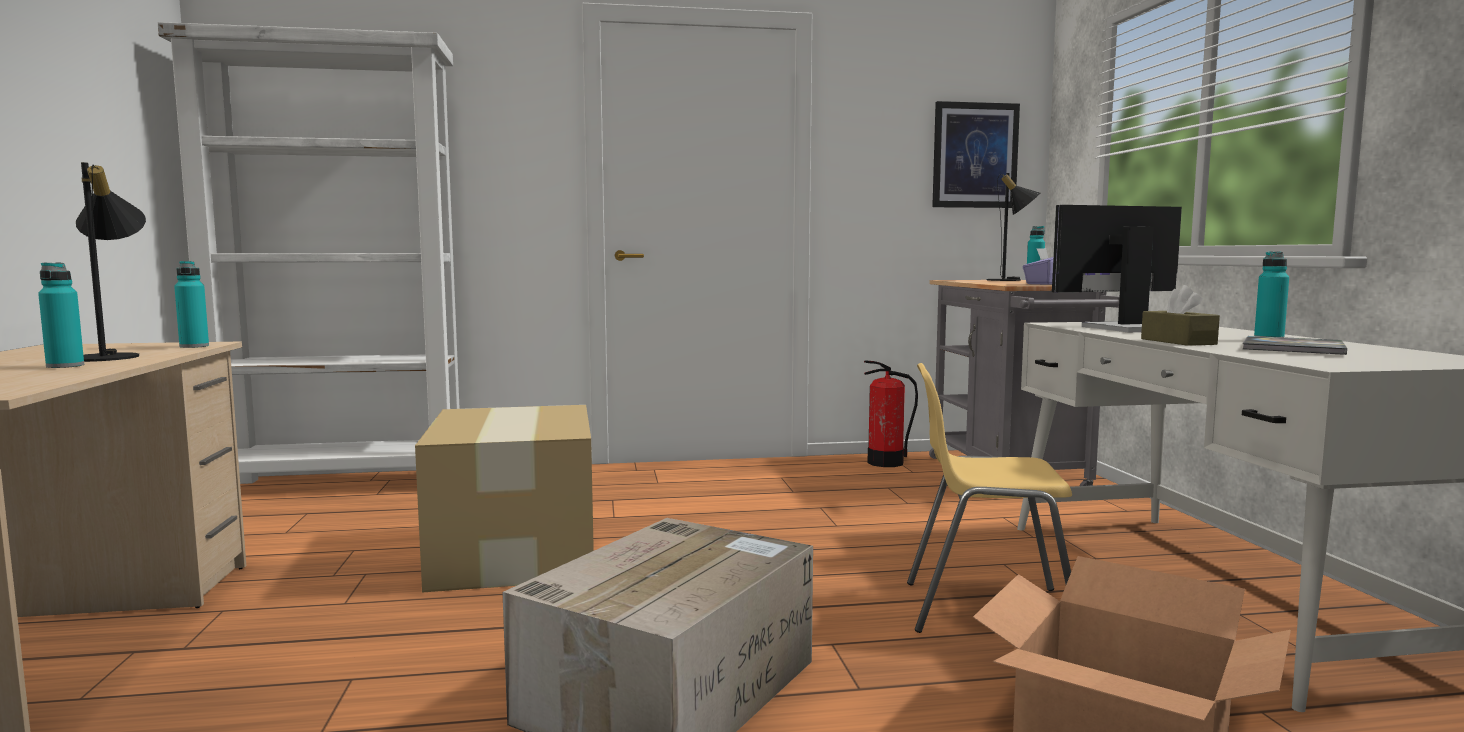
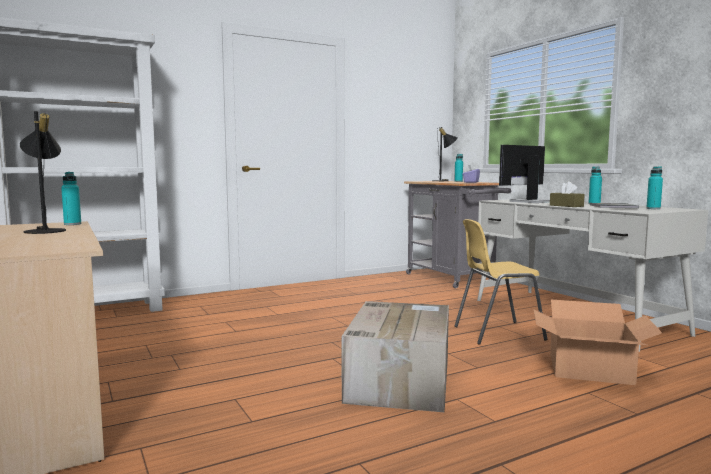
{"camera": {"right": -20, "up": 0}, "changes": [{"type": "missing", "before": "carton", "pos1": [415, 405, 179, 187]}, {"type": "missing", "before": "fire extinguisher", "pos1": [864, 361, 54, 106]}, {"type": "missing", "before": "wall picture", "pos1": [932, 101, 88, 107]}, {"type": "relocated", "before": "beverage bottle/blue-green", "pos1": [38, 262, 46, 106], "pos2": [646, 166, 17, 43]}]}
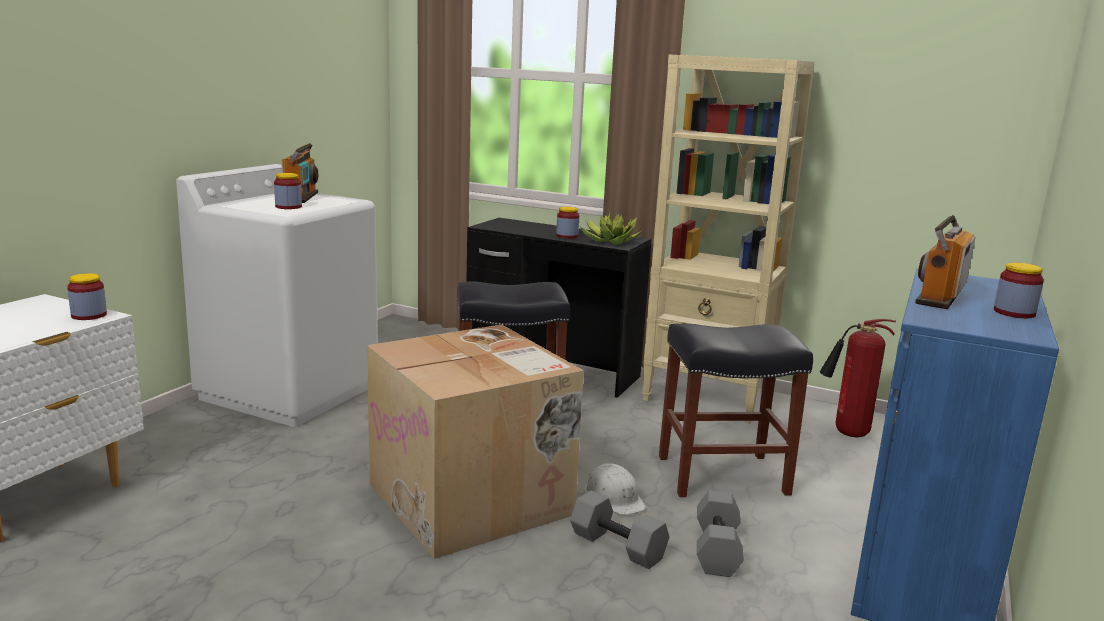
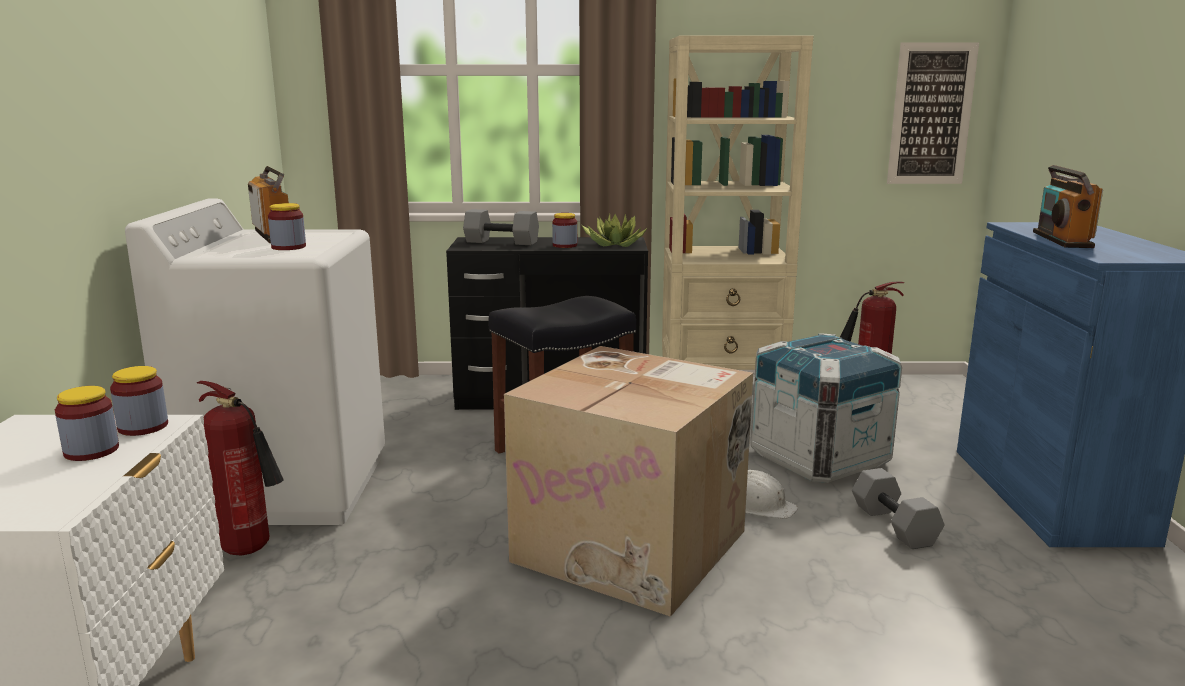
{"camera": {"right": -25, "up": 0}, "changes": [{"type": "appeared", "after": "fire extinguisher", "pos2": [197, 381, 87, 175]}, {"type": "appeared", "after": "wall picture", "pos2": [887, 42, 92, 142]}, {"type": "relocated", "before": "dumbbell/greyish", "pos1": [570, 490, 99, 79], "pos2": [463, 209, 76, 36]}, {"type": "relocated", "before": "preserve jar", "pos1": [994, 262, 50, 56], "pos2": [55, 386, 64, 75]}, {"type": "exchanged", "before": "stool seat/black", "after": "crate", "pos1": [659, 324, 154, 173], "pos2": [751, 333, 151, 150]}]}
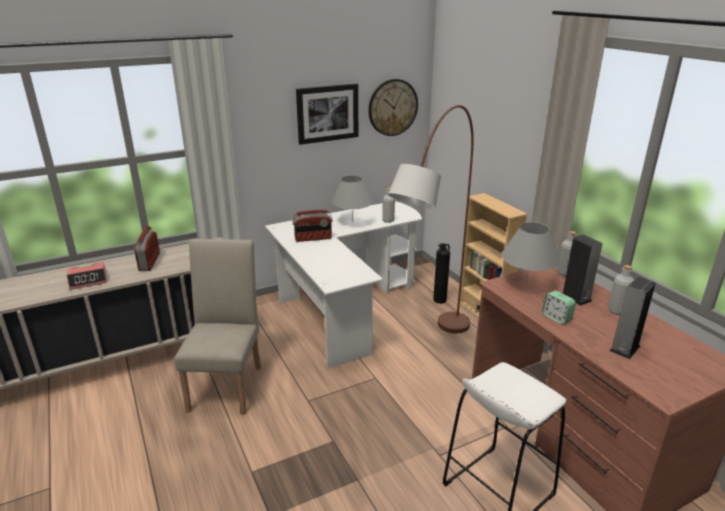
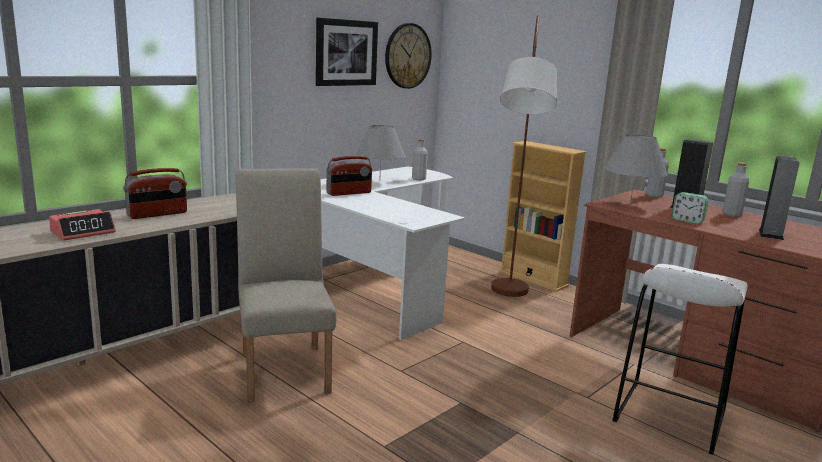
{"camera": {"right": -20, "up": -10}, "changes": [{"type": "missing", "before": "fire extinguisher", "pos1": [433, 243, 17, 61]}, {"type": "spun", "before": "radio set", "pos1": [134, 226, 26, 45], "pos2": [123, 168, 64, 51], "turn": -105}]}
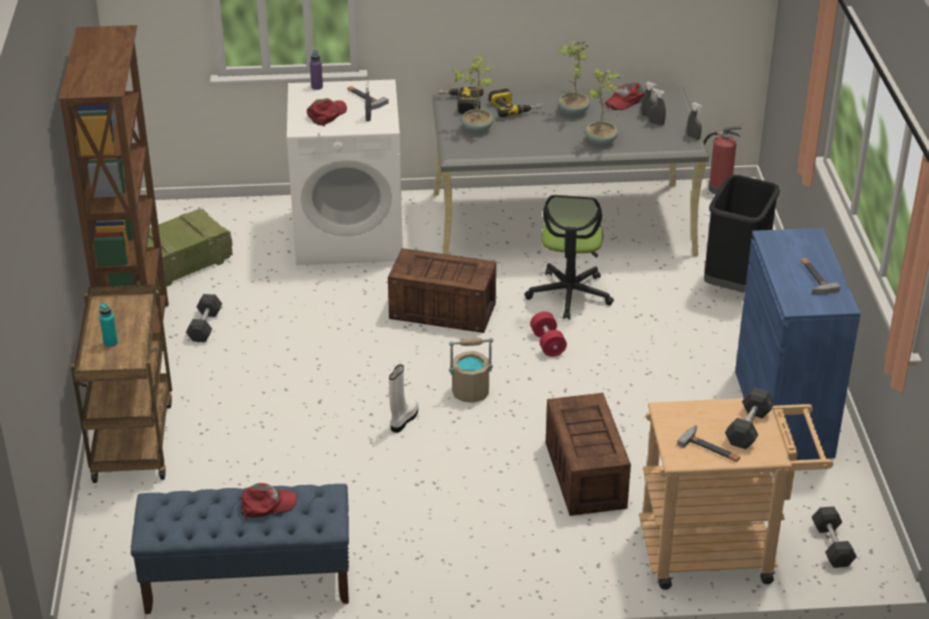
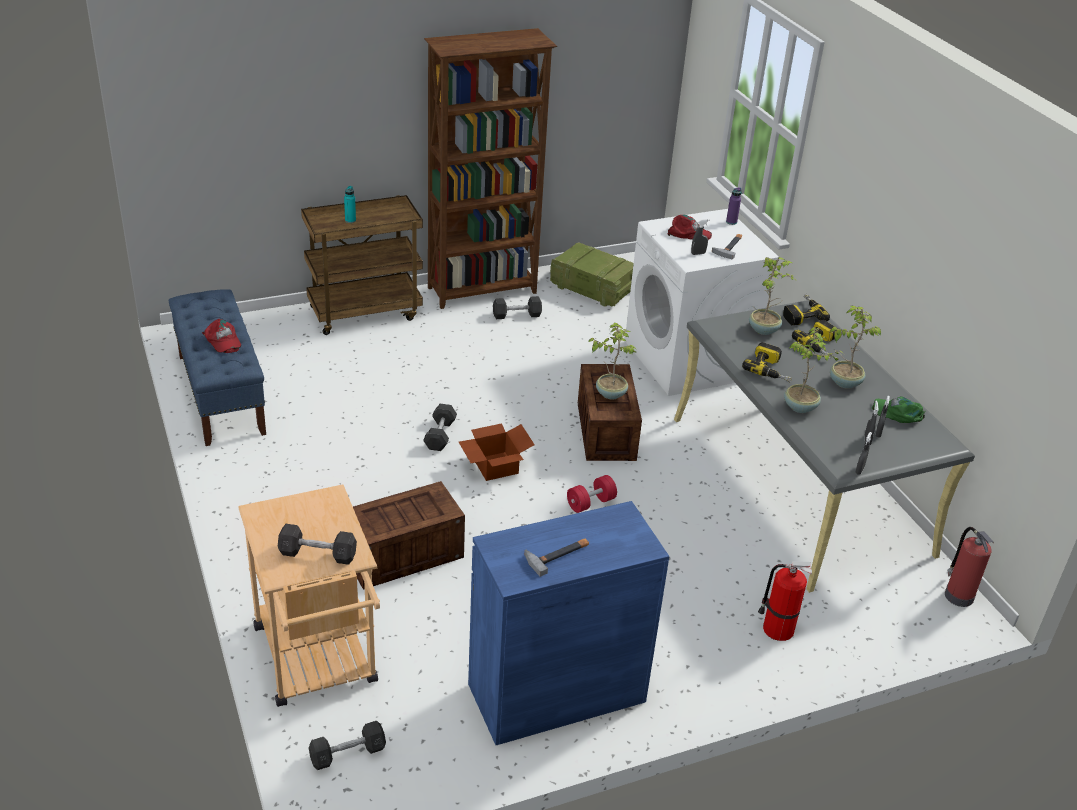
{"camera": {"right": 70, "up": 0}, "changes": [{"type": "missing", "before": "computer chair", "pos1": [524, 195, 90, 124]}, {"type": "missing", "before": "hand hammer", "pos1": [677, 425, 63, 37]}, {"type": "appeared", "after": "houseplant", "pos2": [588, 323, 48, 76]}, {"type": "appeared", "after": "electric drill", "pos2": [742, 342, 50, 40]}, {"type": "exchanged", "before": "tall boot/whitish", "after": "dumbbell/greyish", "pos1": [389, 364, 29, 69], "pos2": [423, 404, 34, 47]}, {"type": "exchanged", "before": "bucket/beige-coloured", "after": "carton", "pos1": [449, 338, 44, 65], "pos2": [459, 423, 76, 58]}, {"type": "exchanged", "before": "rubbish bin/black", "after": "fire extinguisher", "pos1": [704, 175, 76, 118], "pos2": [758, 561, 54, 80]}, {"type": "colour", "before": "baseball cap/red", "after": "baseball cap/green", "pos1": [605, 83, 39, 27], "pos2": [872, 396, 54, 27]}]}
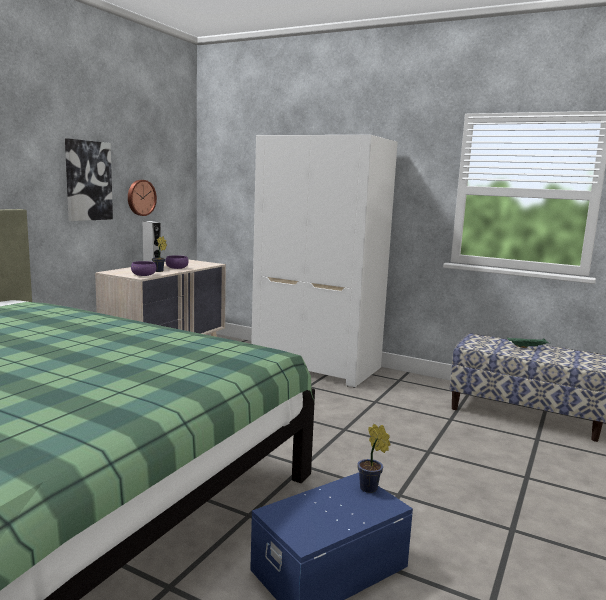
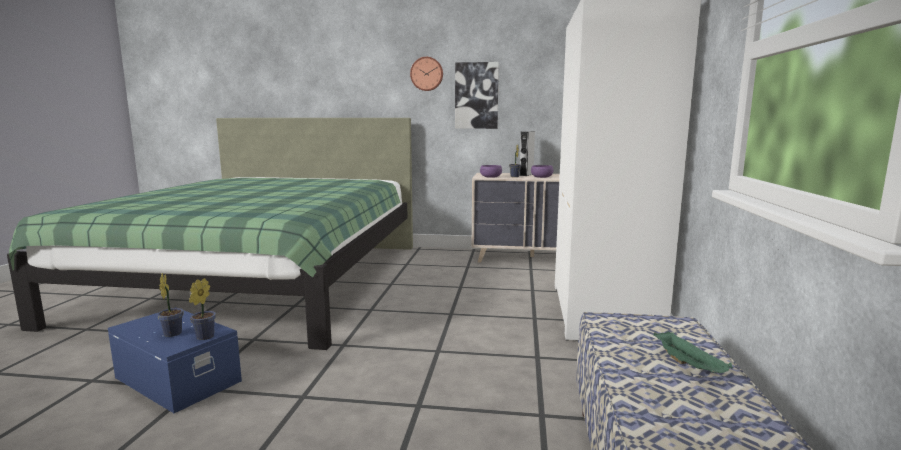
{"camera": {"right": 70, "up": 0}, "changes": [{"type": "appeared", "after": "houseplant", "pos2": [157, 273, 27, 64]}, {"type": "relocated", "before": "clock on the wall", "pos1": [128, 180, 29, 36], "pos2": [410, 57, 33, 34]}]}
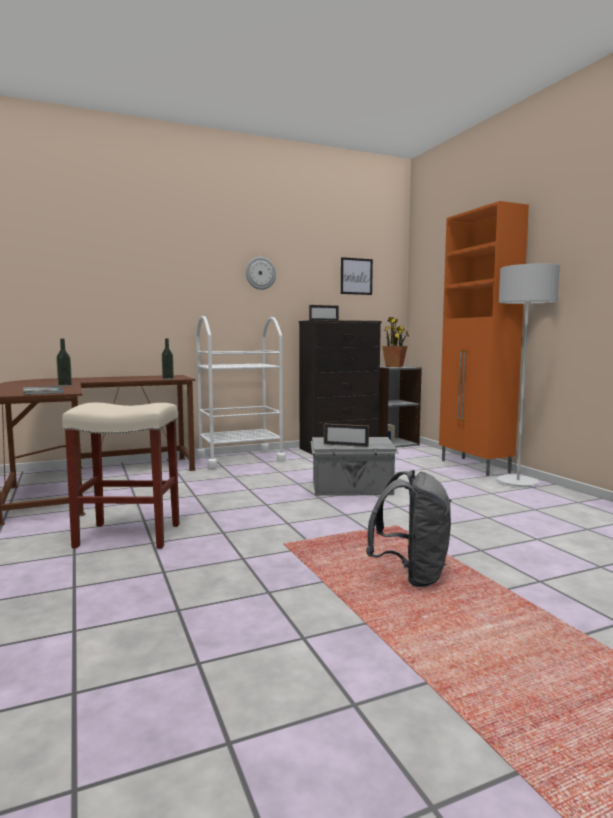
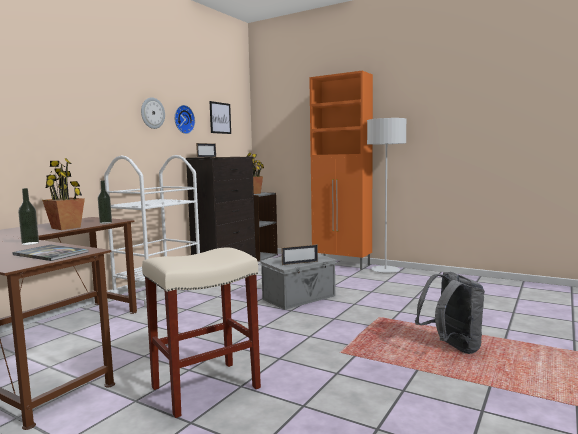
{"camera": {"right": -35, "up": 0}, "changes": [{"type": "appeared", "after": "houseplant", "pos2": [42, 158, 43, 72]}, {"type": "appeared", "after": "clock on the wall", "pos2": [175, 105, 20, 29]}]}
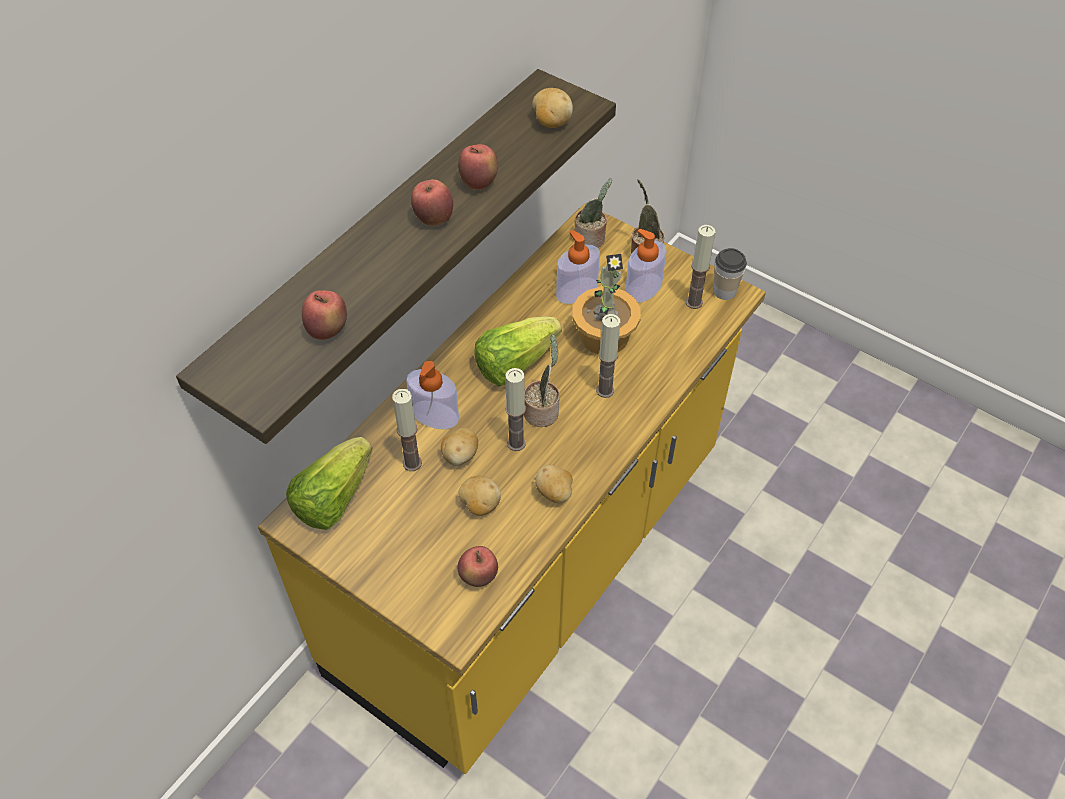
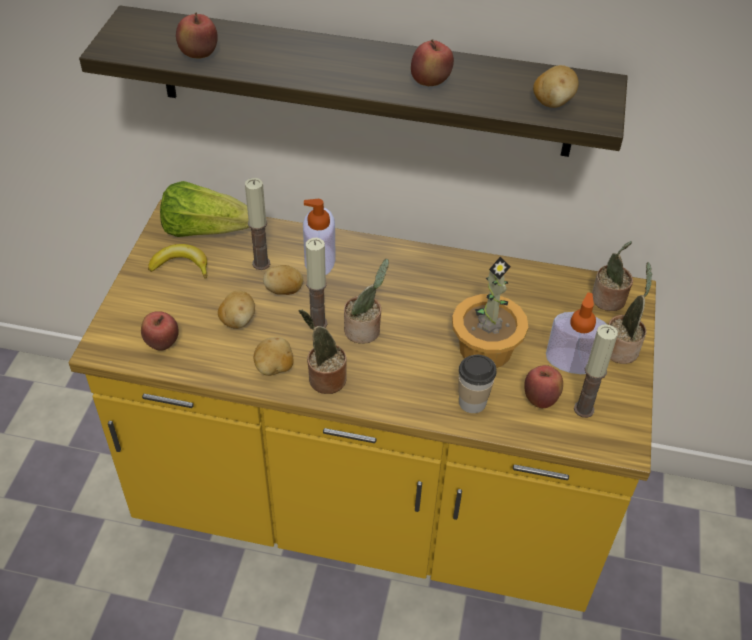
{"camera": {"right": 65, "up": -5}, "changes": [{"type": "missing", "before": "lettuce", "pos1": [474, 316, 88, 70]}, {"type": "missing", "before": "liquid soap bottle", "pos1": [556, 230, 44, 74]}, {"type": "missing", "before": "candle", "pos1": [596, 314, 24, 84]}, {"type": "appeared", "after": "whole banana", "pos2": [148, 244, 59, 34]}, {"type": "appeared", "after": "houseplant", "pos2": [299, 310, 48, 84]}, {"type": "relocated", "before": "whole apple", "pos1": [411, 179, 42, 47], "pos2": [524, 365, 39, 43]}, {"type": "relocated", "before": "drinking cup", "pos1": [714, 248, 33, 52], "pos2": [458, 355, 39, 58]}]}
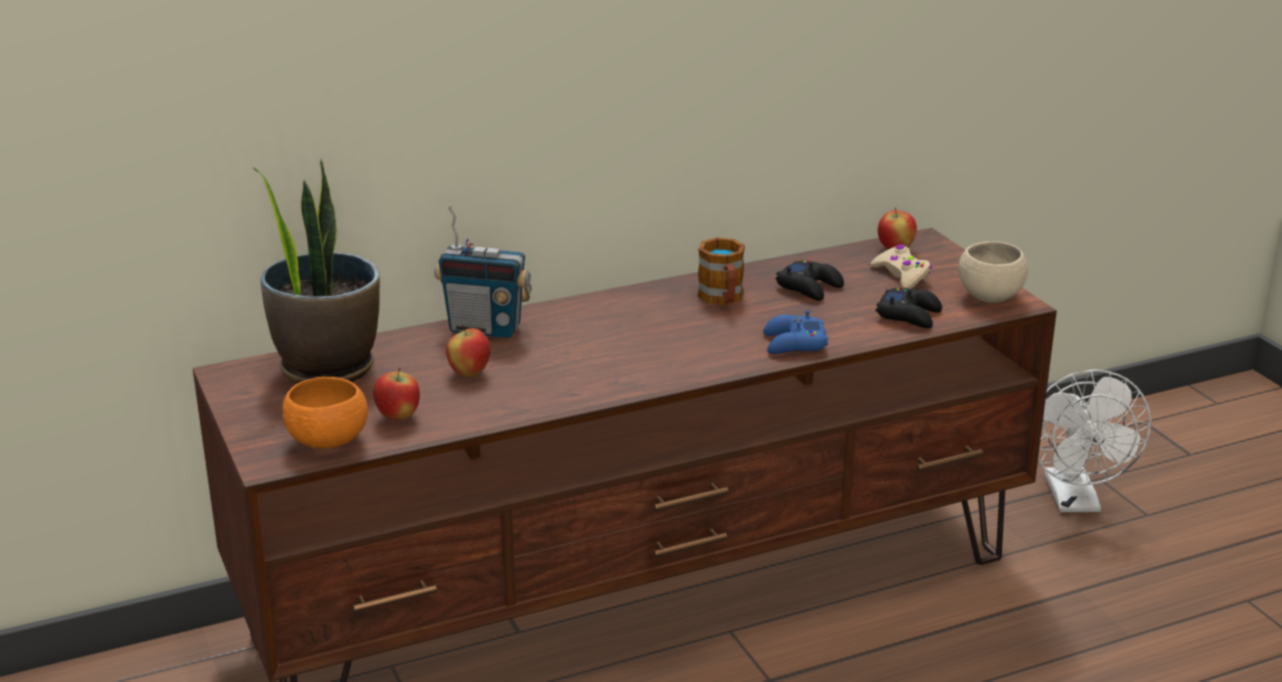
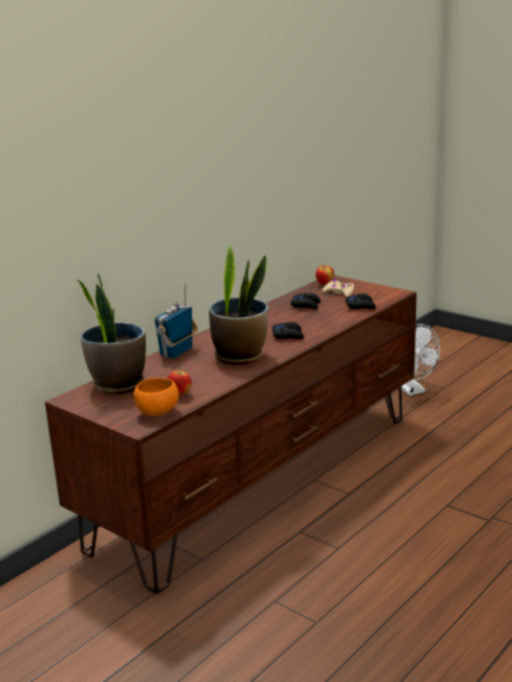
{"camera": {"right": -25, "up": -5}, "changes": [{"type": "missing", "before": "whole apple", "pos1": [446, 324, 45, 53]}, {"type": "missing", "before": "coffee mug", "pos1": [698, 237, 47, 68]}, {"type": "missing", "before": "game controller/blue", "pos1": [763, 310, 65, 44]}, {"type": "missing", "before": "deep dish/beige-coloured", "pos1": [958, 241, 70, 62]}, {"type": "appeared", "after": "houseplant", "pos2": [209, 244, 59, 121]}, {"type": "appeared", "after": "game controller/black", "pos2": [272, 322, 32, 17]}, {"type": "spun", "before": "radio set", "pos1": [434, 205, 98, 133], "pos2": [155, 284, 43, 75], "turn": 135}]}
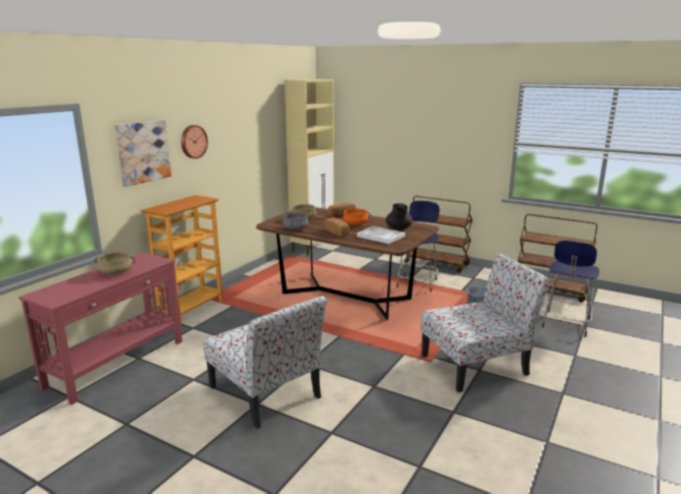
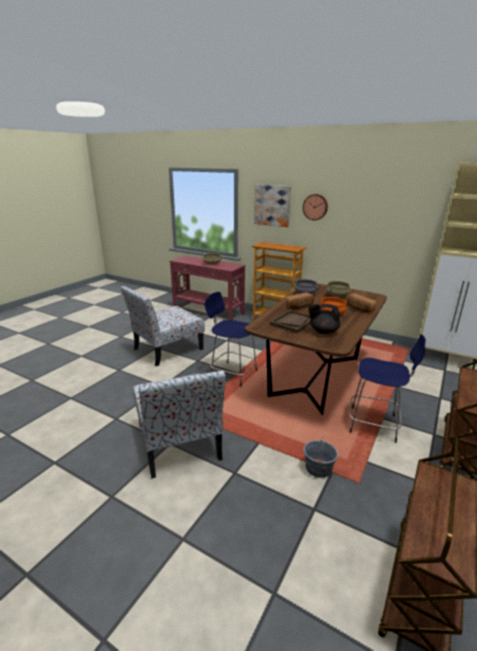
{"camera": {"right": 90, "up": 5}, "changes": [{"type": "relocated", "before": "stool seat/blue", "pos1": [542, 241, 57, 96], "pos2": [205, 292, 52, 95]}, {"type": "colour", "before": "tray/whitish", "after": "tray/brown-coloured", "pos1": [357, 226, 48, 18], "pos2": [270, 310, 41, 23]}]}
